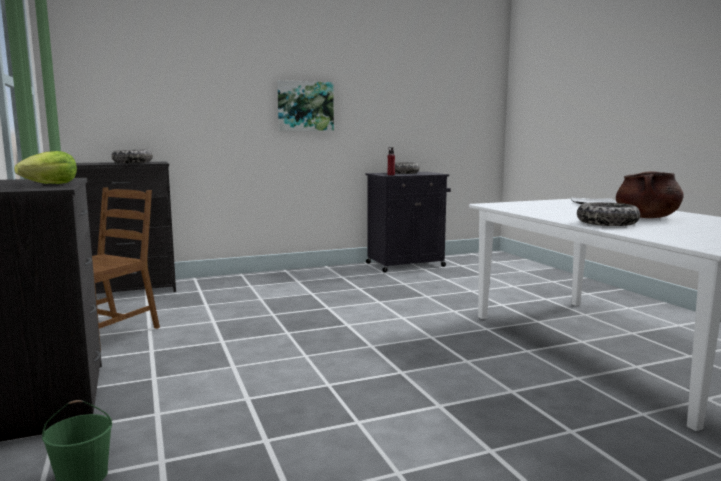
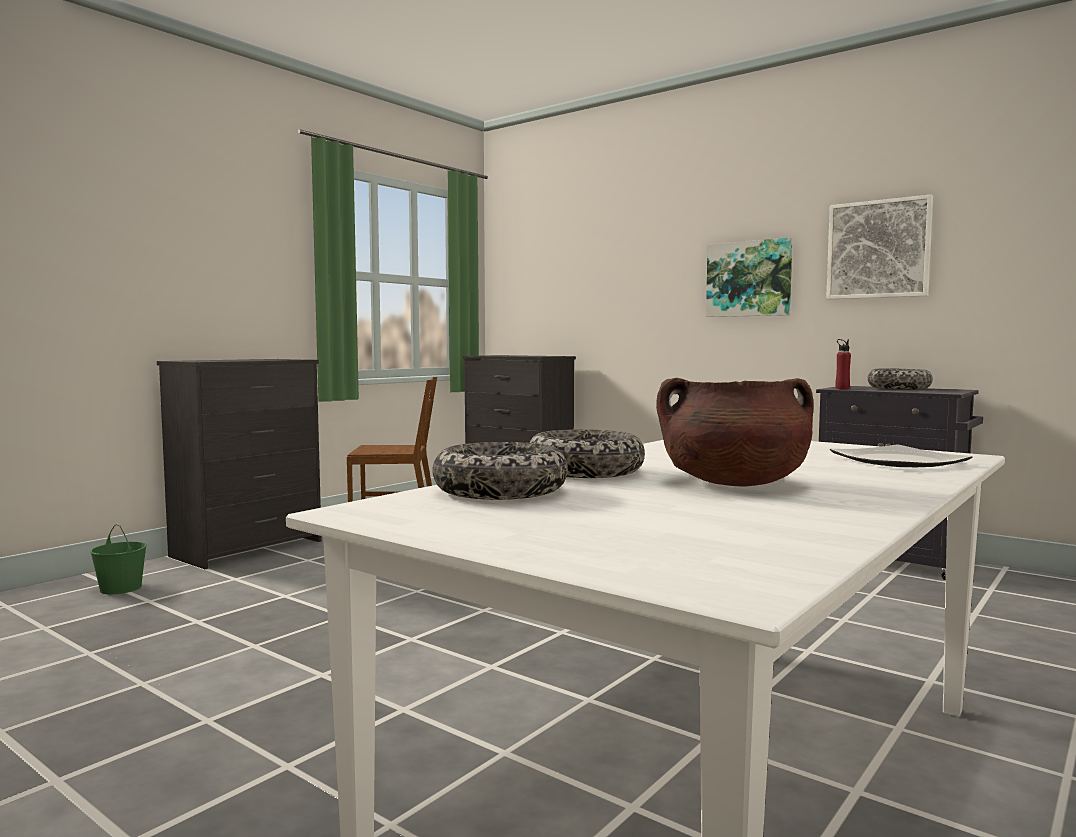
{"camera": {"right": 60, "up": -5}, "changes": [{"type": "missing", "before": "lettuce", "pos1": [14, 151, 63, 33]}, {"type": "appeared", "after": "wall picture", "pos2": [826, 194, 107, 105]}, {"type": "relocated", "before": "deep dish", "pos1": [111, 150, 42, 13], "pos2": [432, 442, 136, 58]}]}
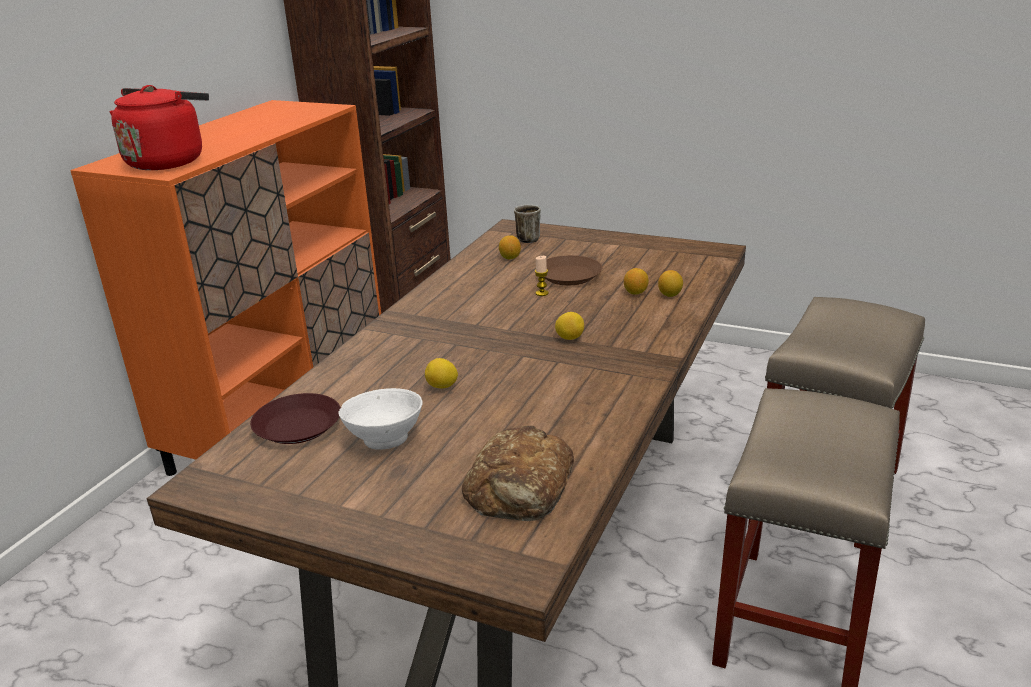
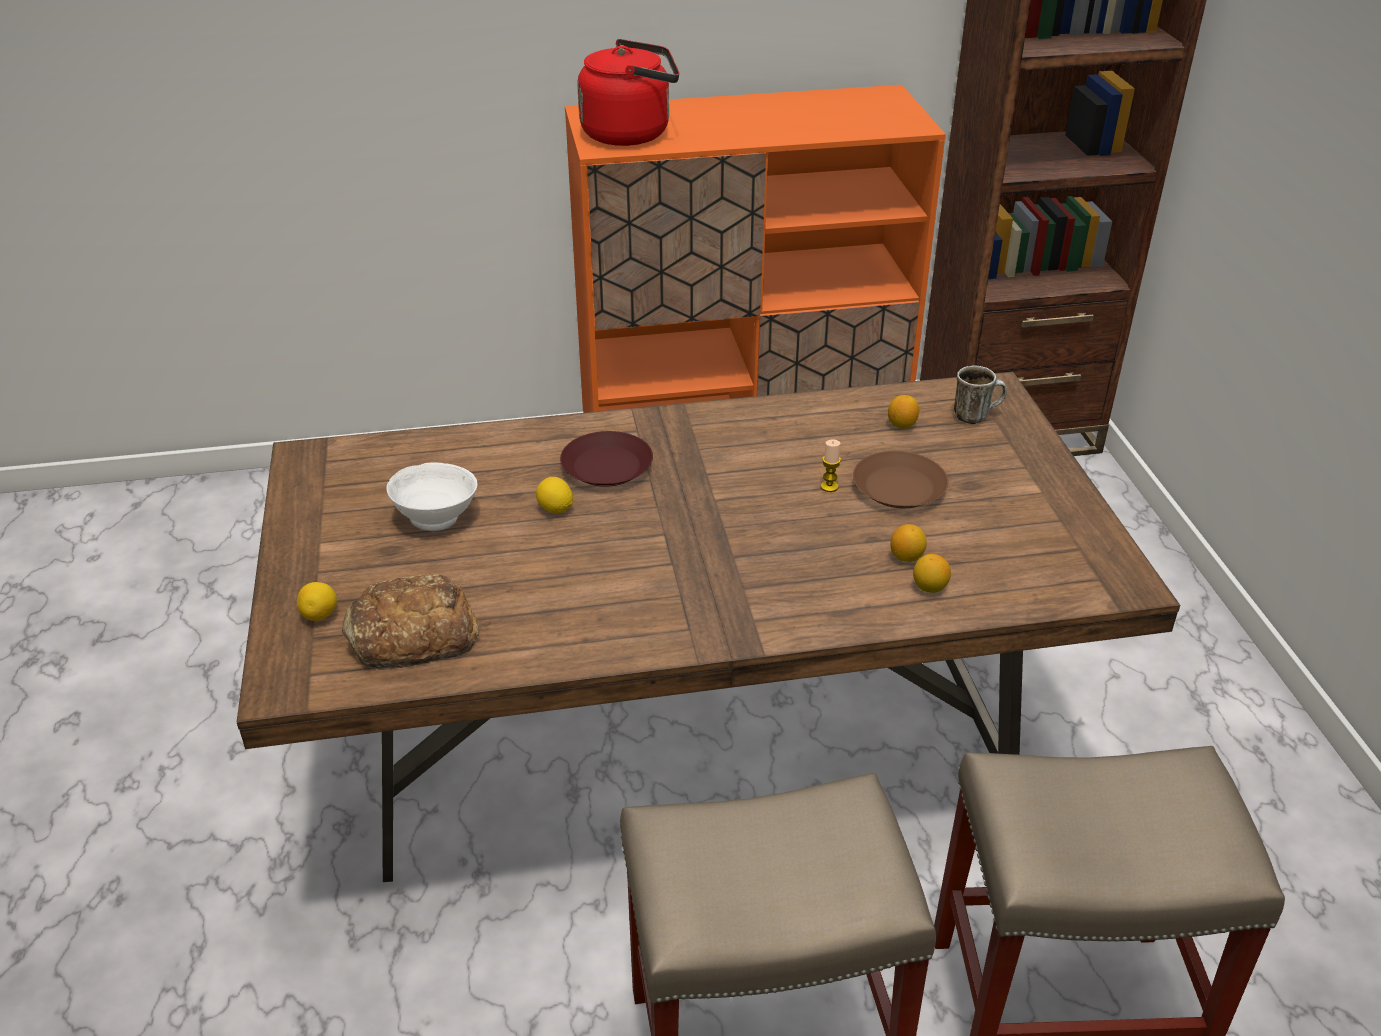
{"camera": {"right": 55, "up": 10}, "changes": [{"type": "relocated", "before": "flat dish/brown-coloured", "pos1": [250, 393, 91, 51], "pos2": [560, 431, 93, 56]}, {"type": "relocated", "before": "whole lemon", "pos1": [555, 312, 29, 28], "pos2": [297, 582, 40, 39]}]}
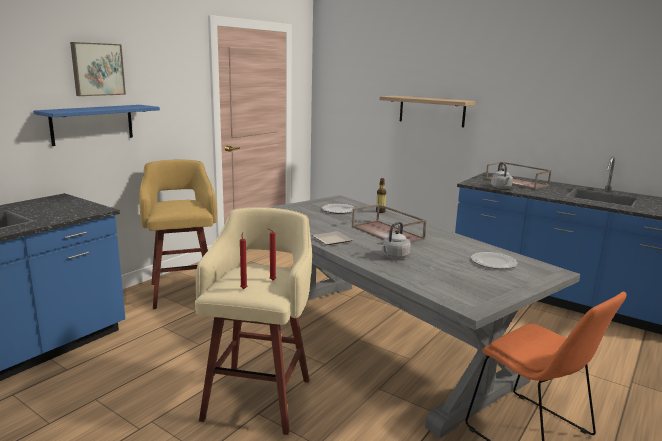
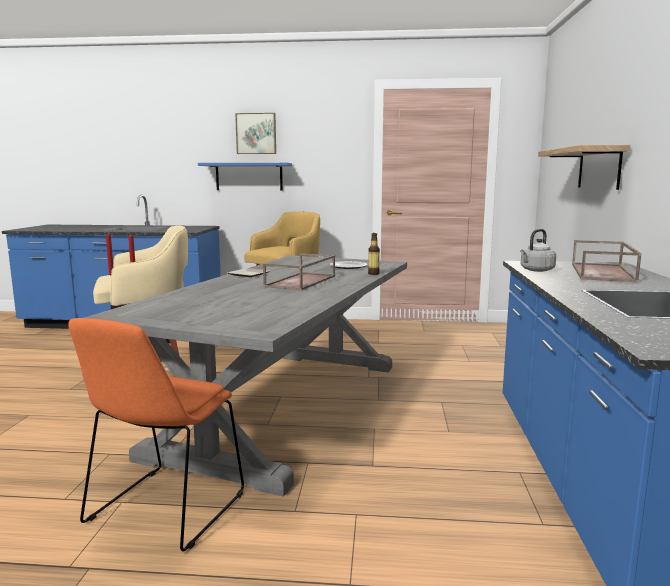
{"camera": {"right": 60, "up": -5}, "changes": [{"type": "missing", "before": "water kettle/greyish", "pos1": [381, 222, 30, 37]}, {"type": "missing", "before": "flat dish", "pos1": [471, 252, 46, 17]}]}
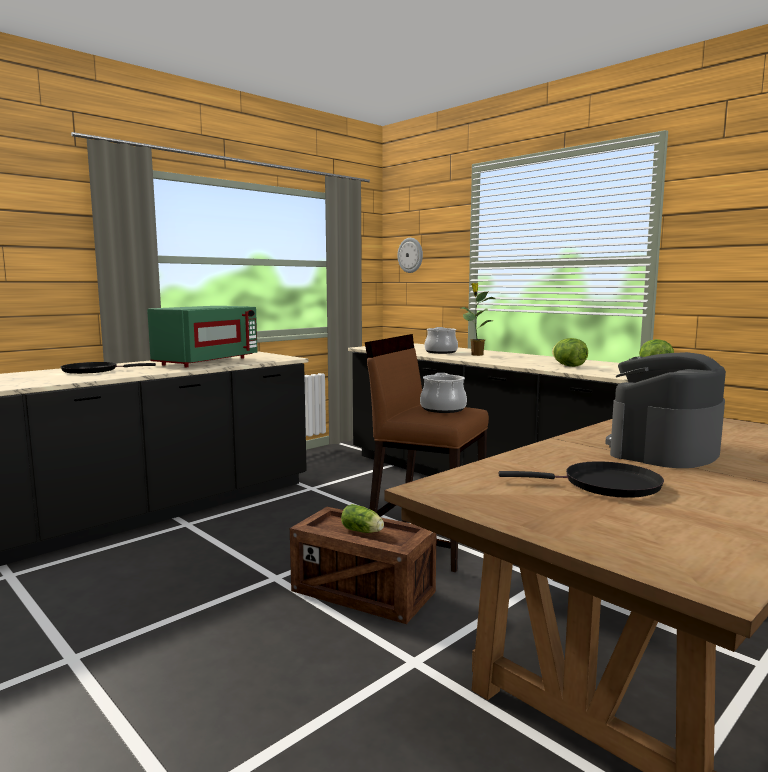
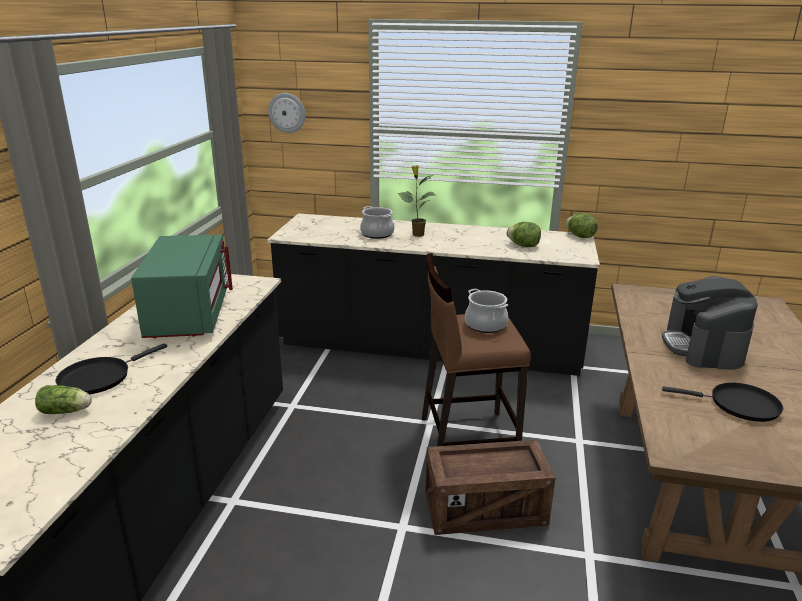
{"camera": {"right": -35, "up": 15}, "changes": [{"type": "relocated", "before": "lettuce", "pos1": [341, 504, 43, 29], "pos2": [35, 385, 57, 29]}, {"type": "spun", "before": "pan/black", "pos1": [499, 461, 165, 37], "pos2": [662, 383, 121, 39], "turn": 45}]}
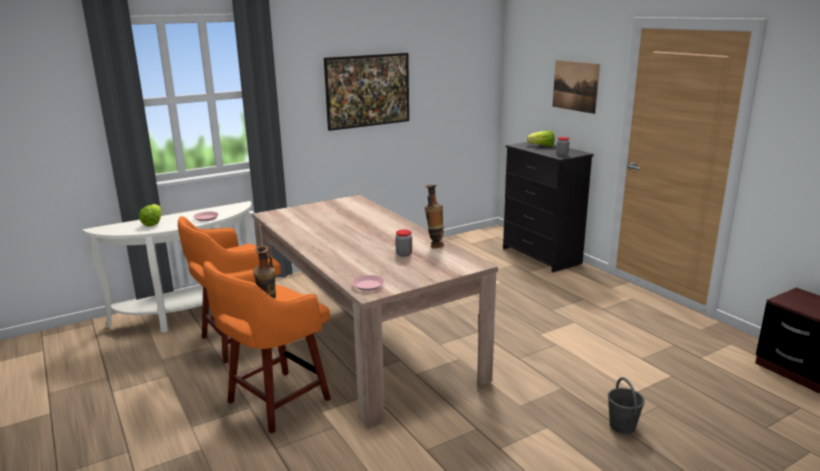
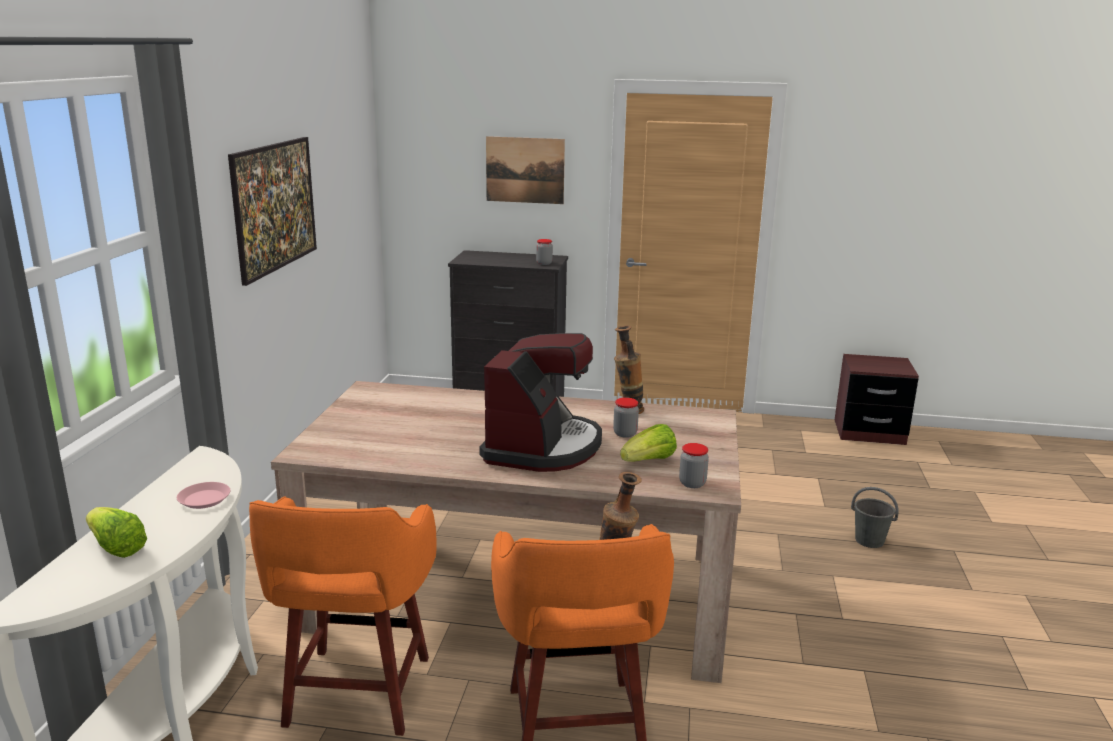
{"camera": {"right": -50, "up": 0}, "changes": [{"type": "appeared", "after": "coffee machine", "pos2": [480, 333, 122, 139]}, {"type": "relocated", "before": "lettuce", "pos1": [527, 131, 28, 16], "pos2": [620, 424, 57, 38]}, {"type": "exchanged", "before": "flat dish/pink-coloured", "after": "preserve jar", "pos1": [352, 275, 33, 16], "pos2": [679, 443, 30, 45]}]}
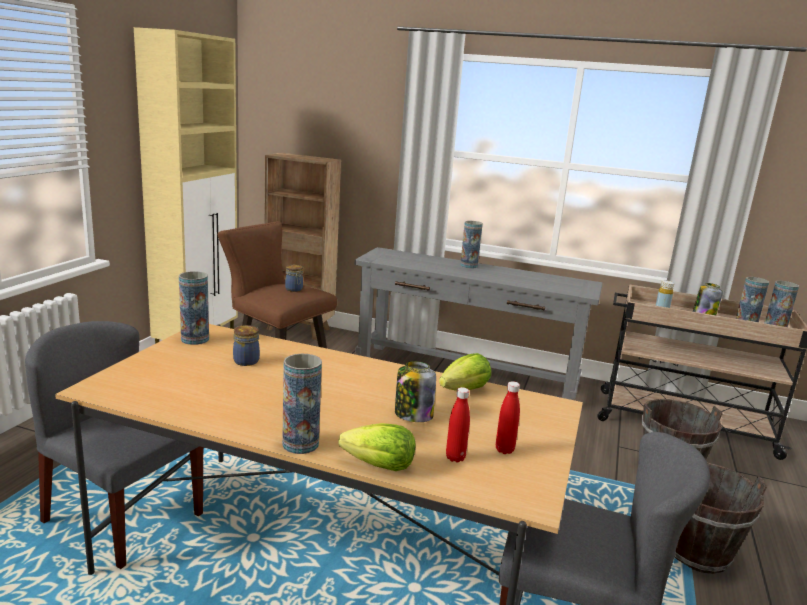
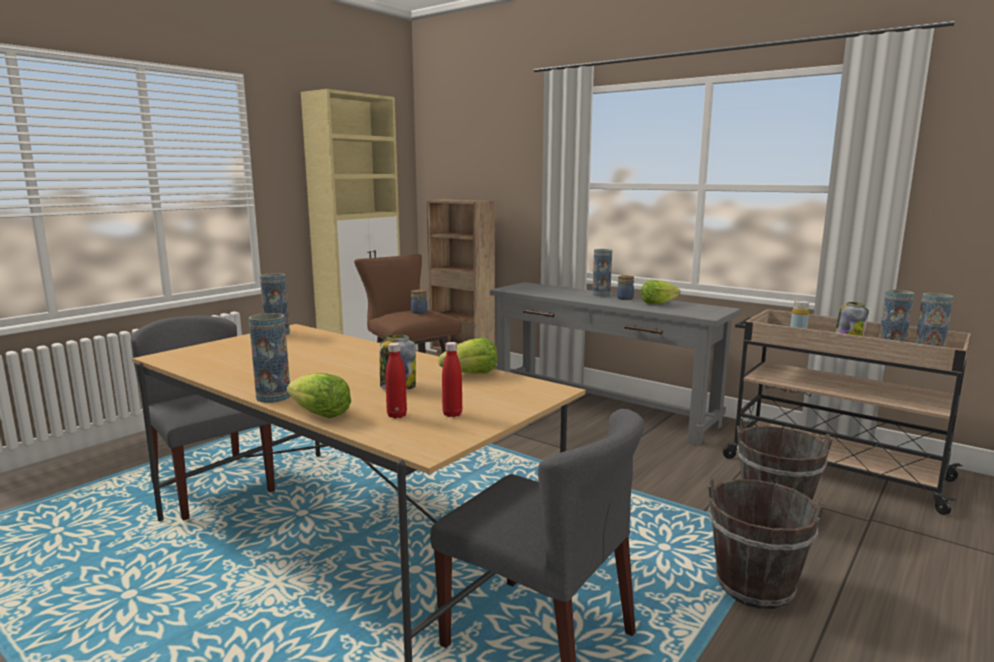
{"camera": {"right": 20, "up": -5}, "changes": [{"type": "appeared", "after": "lettuce", "pos2": [641, 280, 39, 24]}, {"type": "relocated", "before": "preserve jar", "pos1": [233, 325, 27, 41], "pos2": [617, 275, 17, 25]}]}
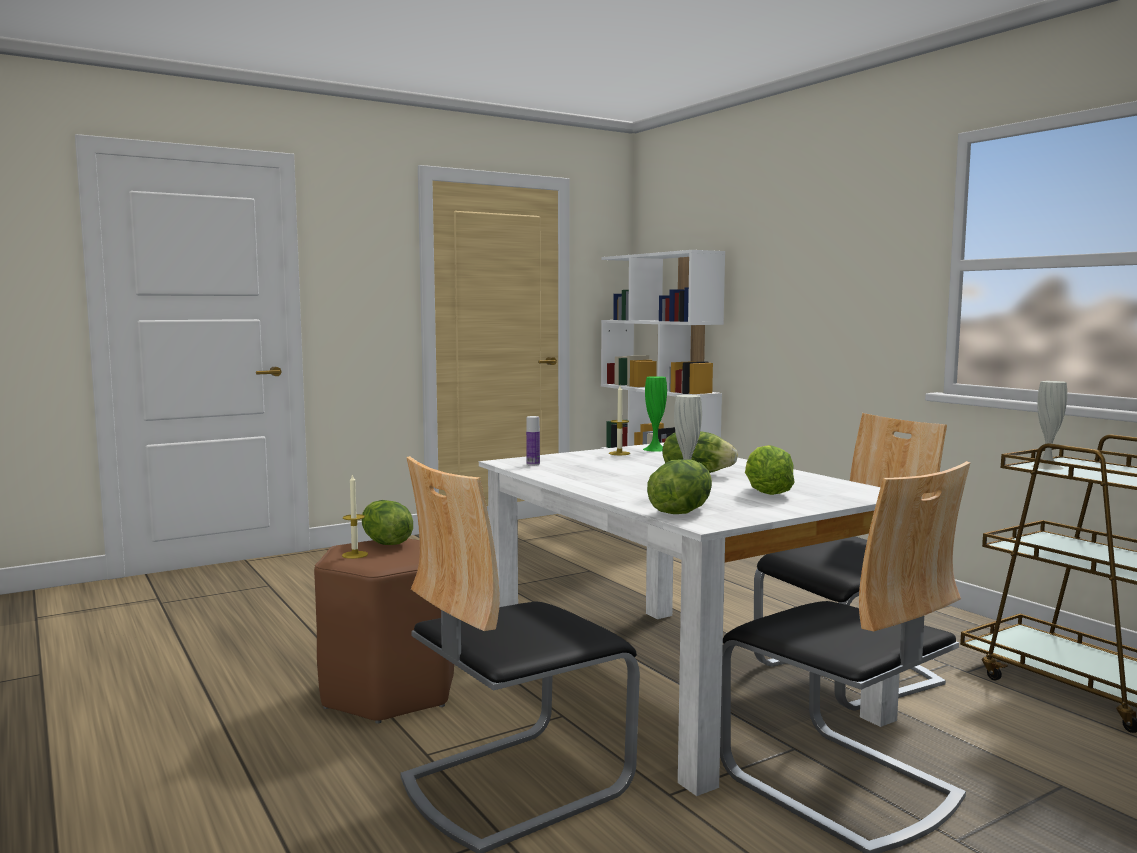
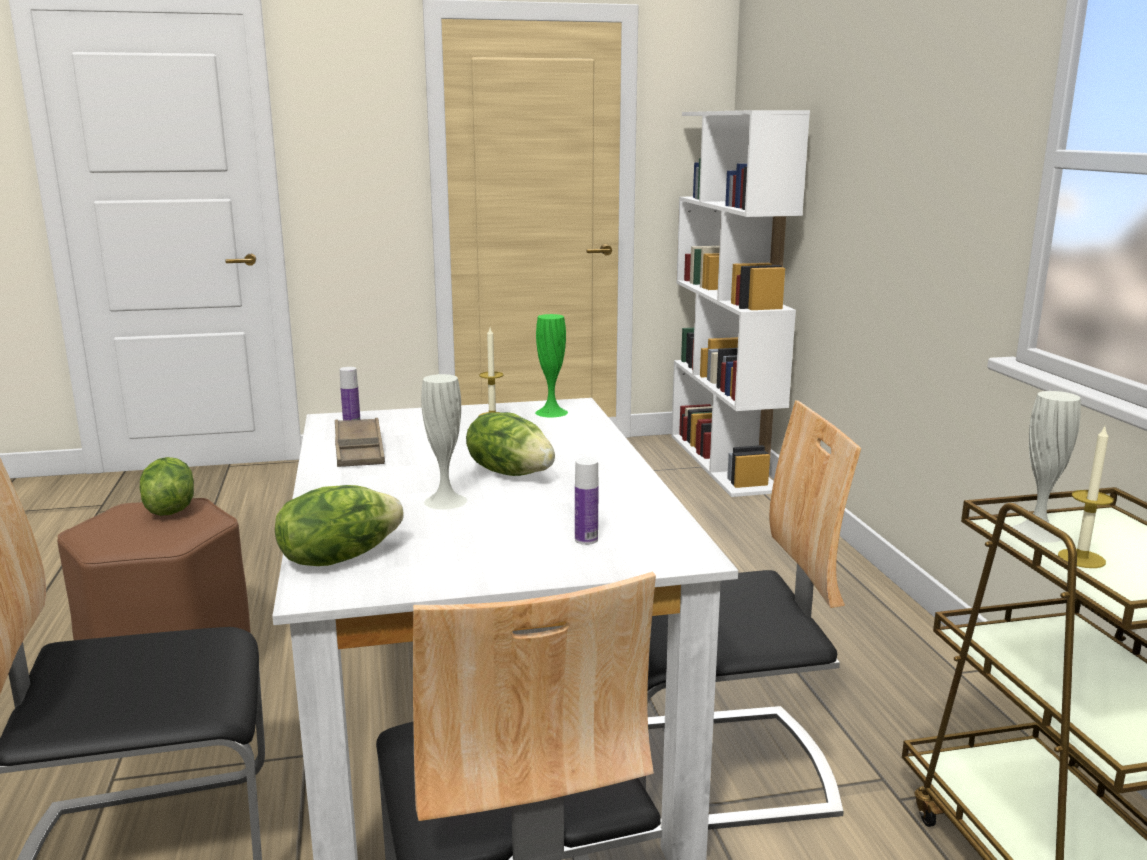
{"camera": {"right": 20, "up": 10}, "changes": [{"type": "missing", "before": "lettuce", "pos1": [745, 445, 50, 50]}, {"type": "appeared", "after": "tray/brown-coloured", "pos2": [335, 418, 50, 49]}, {"type": "appeared", "after": "beverage bottle", "pos2": [575, 457, 24, 88]}, {"type": "relocated", "before": "candle", "pos1": [342, 474, 26, 85], "pos2": [1058, 427, 55, 141]}]}
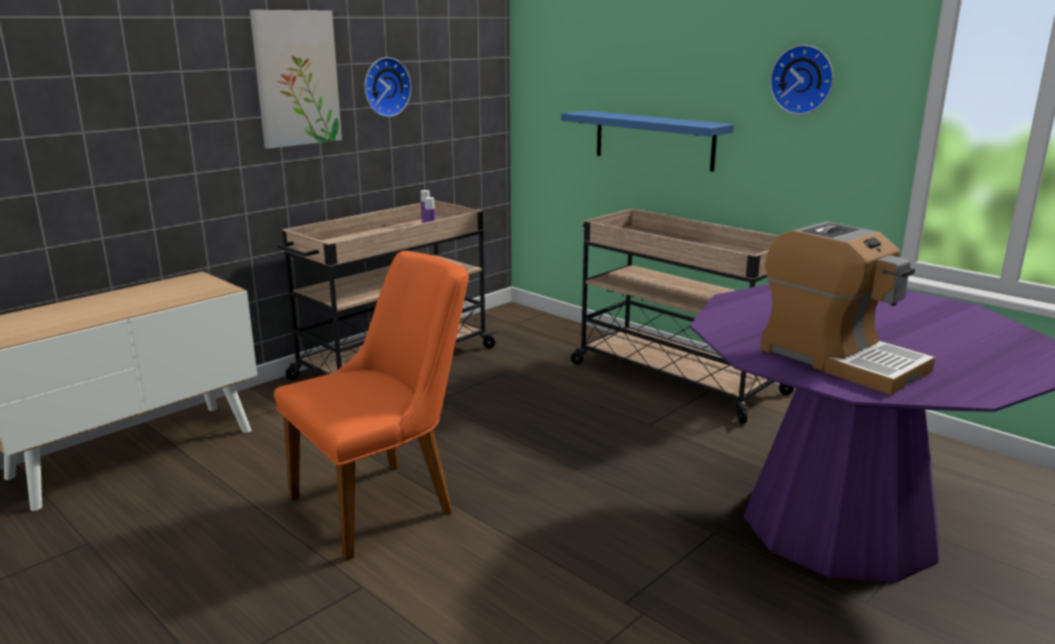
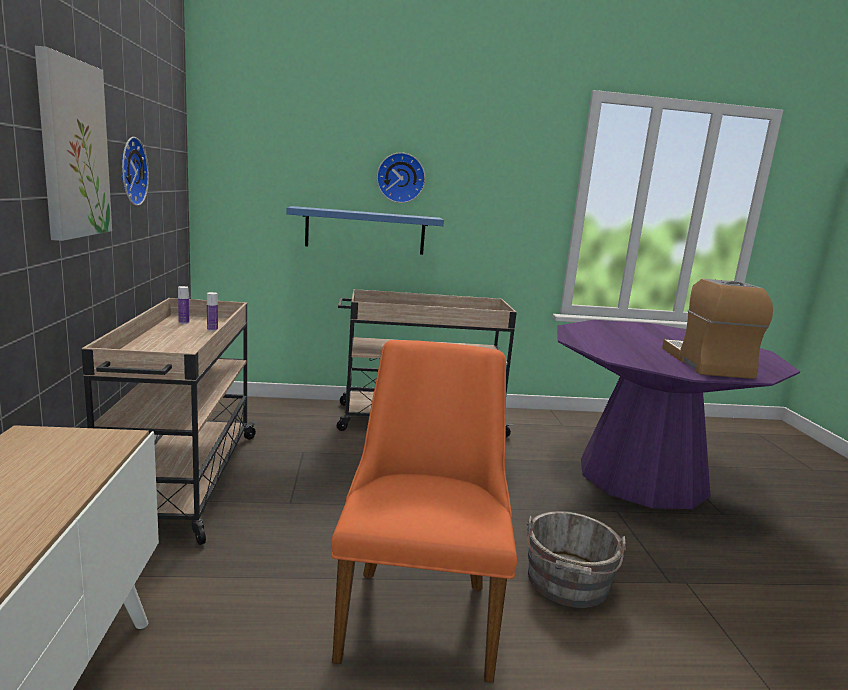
{"camera": {"right": -50, "up": -5}, "changes": [{"type": "appeared", "after": "bucket/greyish", "pos2": [526, 511, 100, 97]}, {"type": "relocated", "before": "clock on the wall", "pos1": [770, 45, 64, 70], "pos2": [377, 152, 48, 51]}, {"type": "spun", "before": "coffee machine", "pos1": [760, 221, 175, 174], "pos2": [662, 279, 111, 100], "turn": -90}]}
